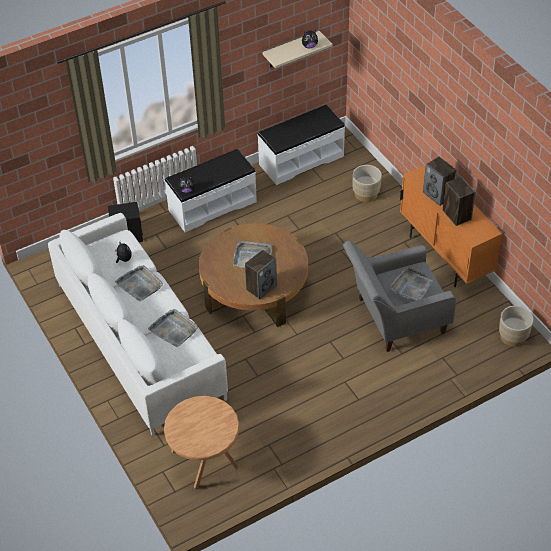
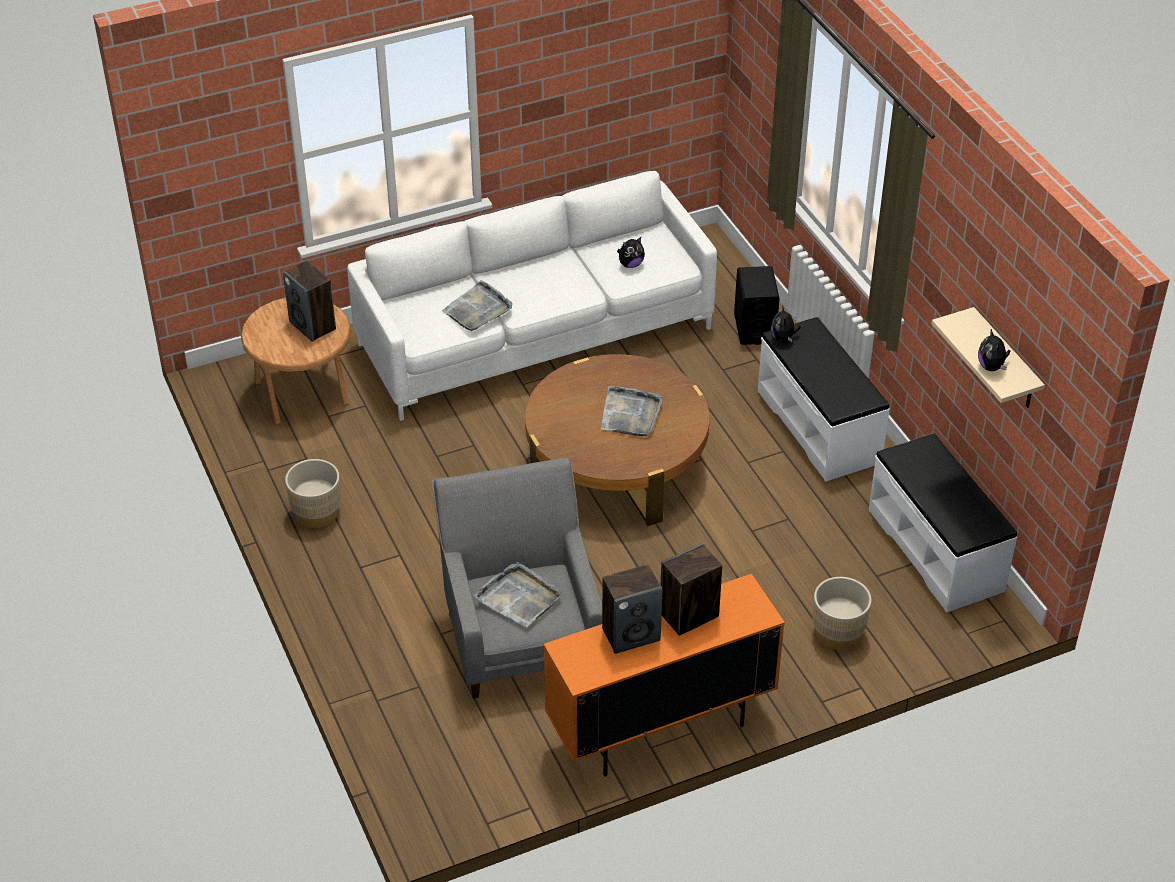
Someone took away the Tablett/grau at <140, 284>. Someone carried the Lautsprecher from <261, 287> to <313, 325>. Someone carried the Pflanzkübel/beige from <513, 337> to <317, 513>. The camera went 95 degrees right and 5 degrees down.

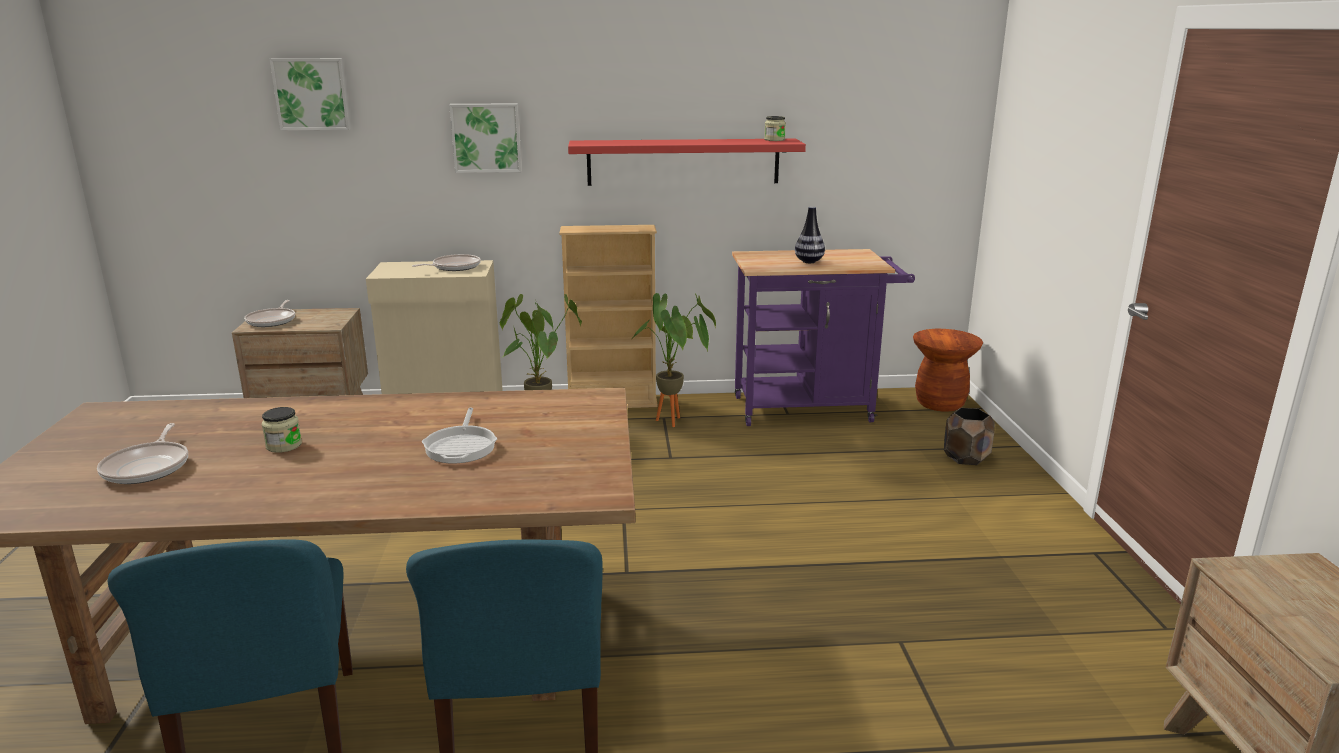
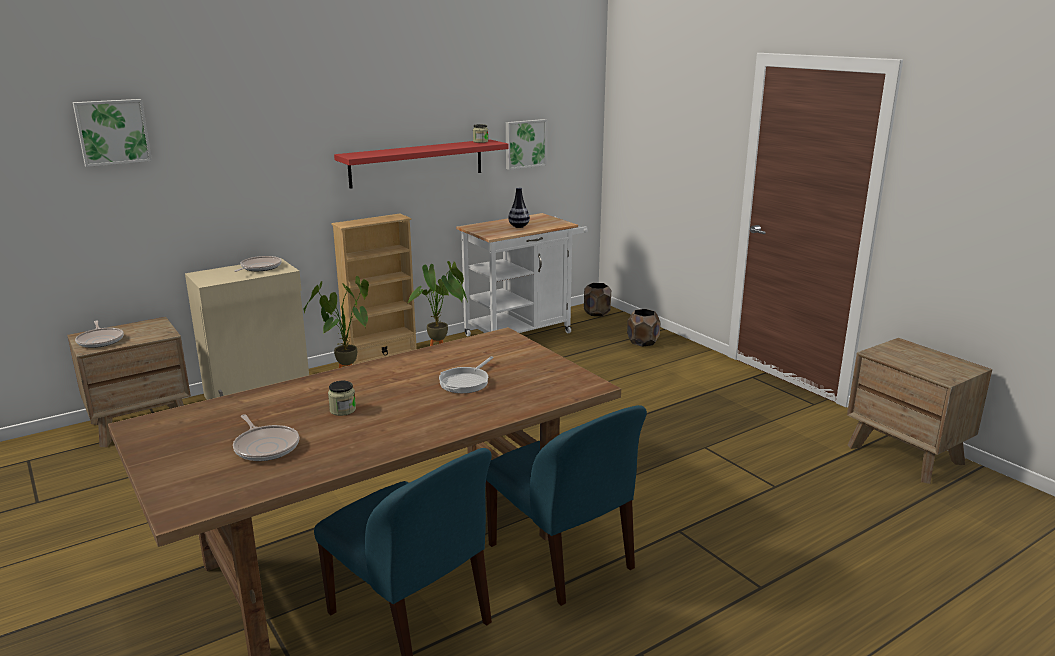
Someone rotated the Pfanne at <461, 446> by 60 degrees clockwise. Someone carried the Bild from <486, 137> to <524, 143>. Someone repainted the Rollwagen/lila at <811, 408>, which became the Rollwagen/weiß at <523, 332>. Someone swapped the Hocker/braun at <940, 403> for the Pflanzkübel/braun at <597, 313>. The camera went 30 degrees left and 0 degrees up.

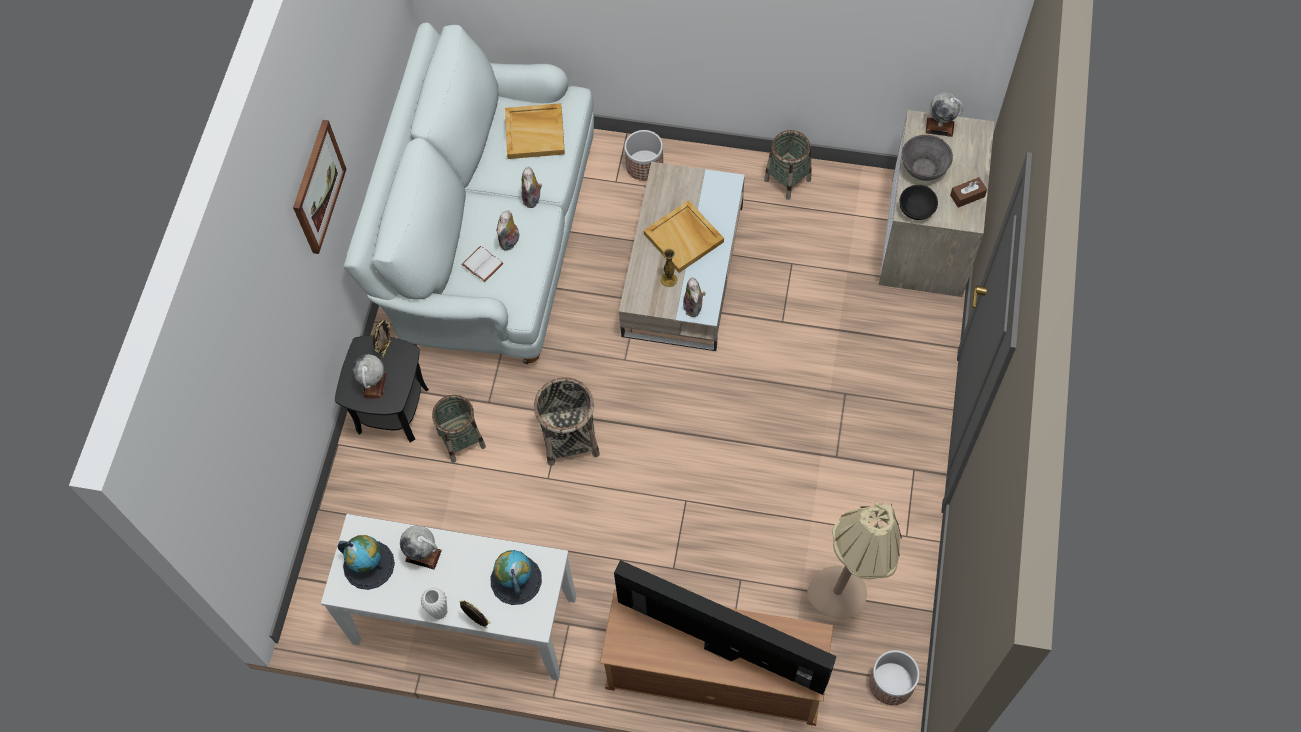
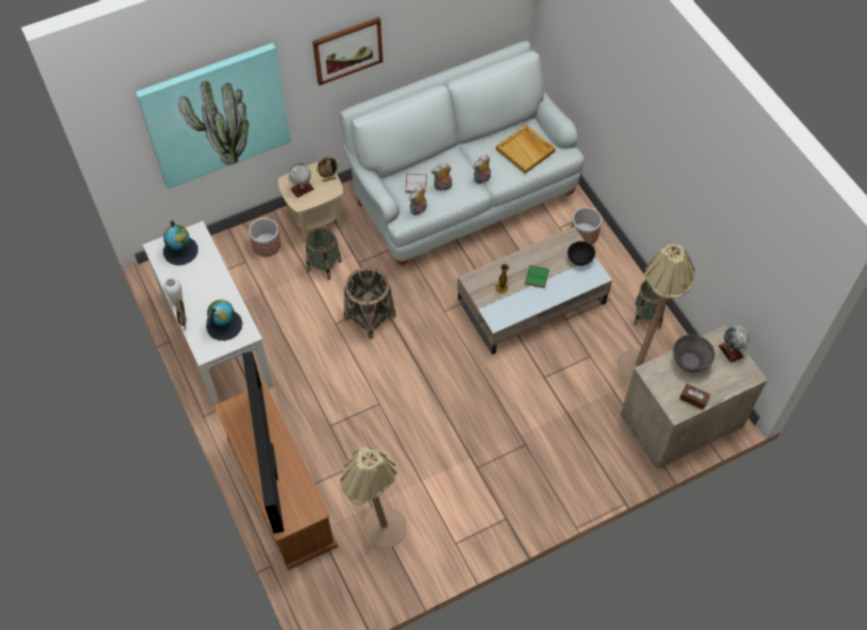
Someone repainted the Beistelltisch/schwarz at <392, 409>, which became the Beistelltisch/beige at <315, 220>. Someone took away the Globus at <423, 555>. Someone swapped the Tablett/beige at <684, 238> for the Buch/grün at <537, 277>. Someone carried the Plüschtier from <694, 307> to <418, 210>. Someone carried the Pflanzkübel from <891, 683> to <266, 245>. Someone carried the Schüssel/schwarz from <916, 209> to <580, 258>. Someone put up the Bild at <216, 115>. Someone put down the Stehlampe/beige at <642, 361>. The camera went 50 degrees right and 5 degrees down.

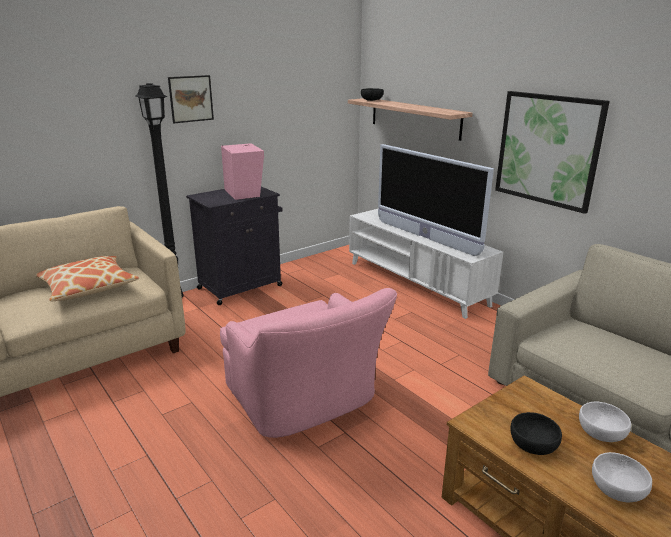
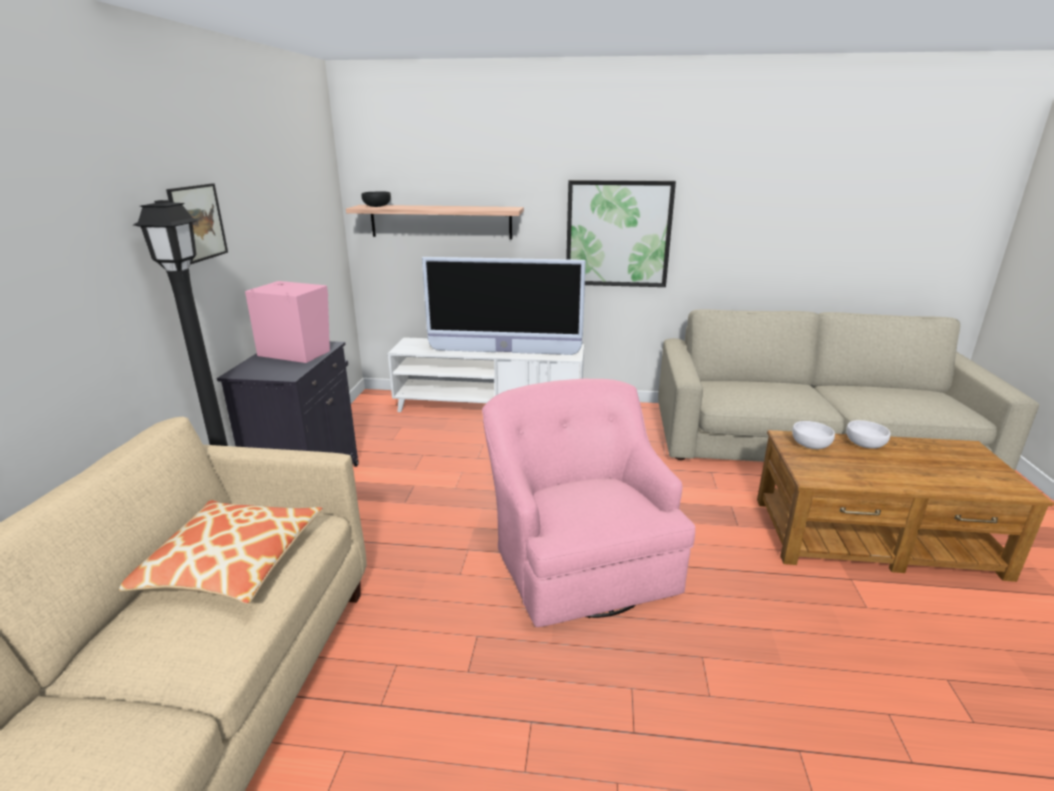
Someone rotated the Sessel/rosa at <306, 401> by 120 degrees counterclockwise. Someone took away the Schüssel/schwarz at <532, 445>. Someone carried the Schüssel/weiß from <616, 490> to <810, 445>. The camera went 45 degrees left and 0 degrees up.

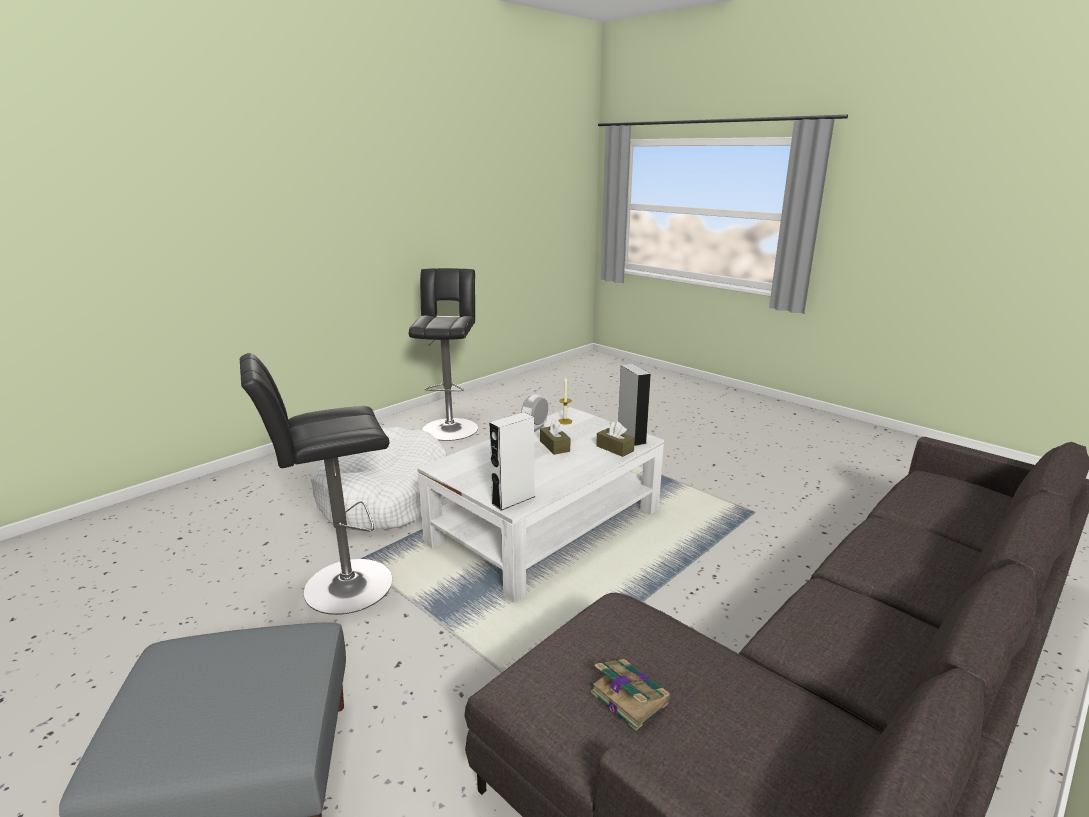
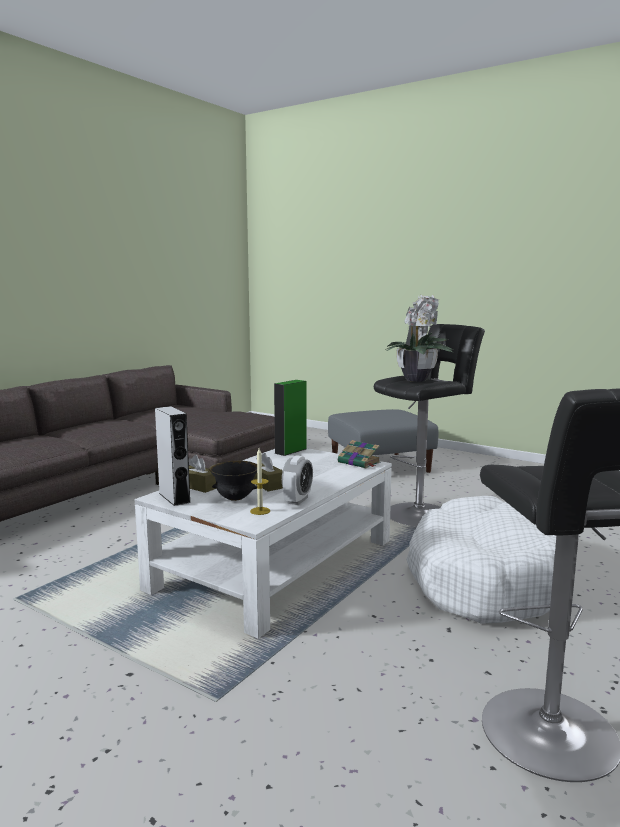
Someone repainted the Lautsprecher/weiß at <513, 500>, which became the Lautsprecher/grün at <290, 451>. Someone carried the Buch from <628, 696> to <359, 462>. Someone put down the Schüssel/schwarz at <235, 499>. Someone put down the Topfpflanze at <417, 380>. The camera went 170 degrees right and 10 degrees down.

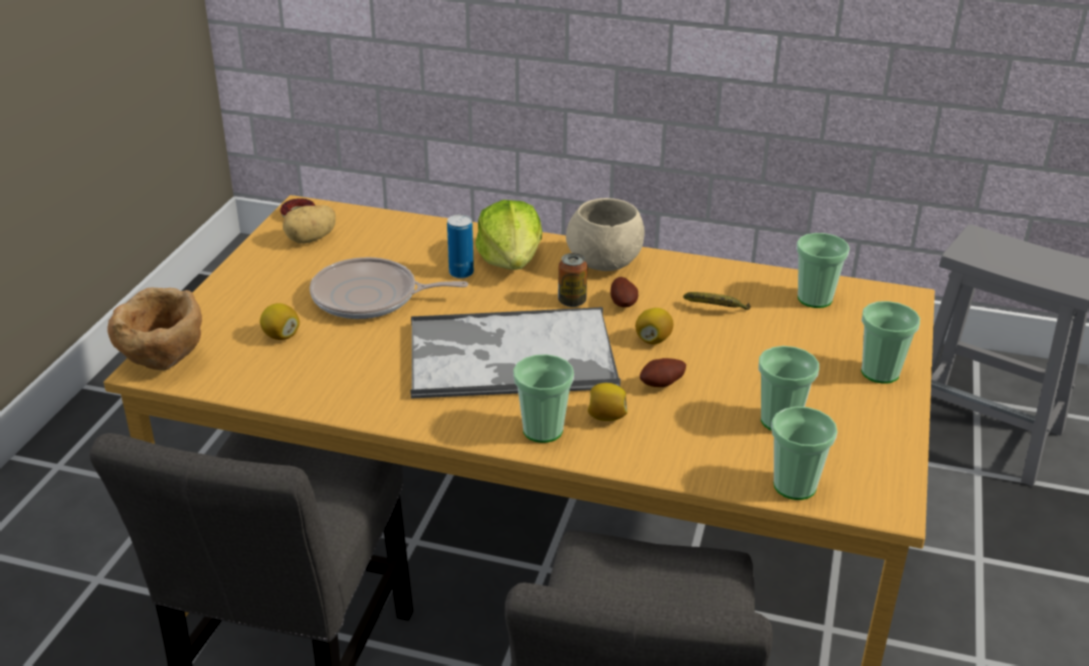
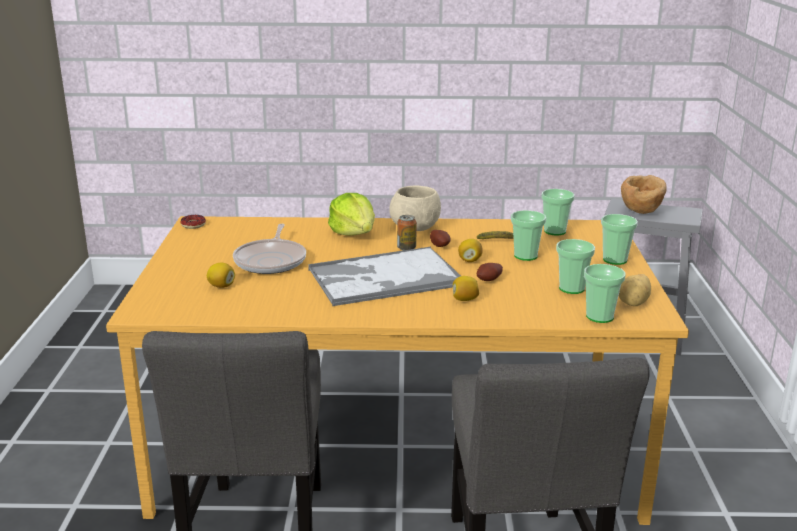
Someone carried the Schüssel/braun from <165, 362> to <641, 212>. Someone carried the Kartoffel from <311, 239> to <634, 303>. Someone rotated the Pfanne at <370, 297> by 75 degrees counterclockwise. Someone took away the Dose at <461, 273>. Someone carried the Tasse from <542, 430> to <525, 256>. The camera went 15 degrees left and 10 degrees down.

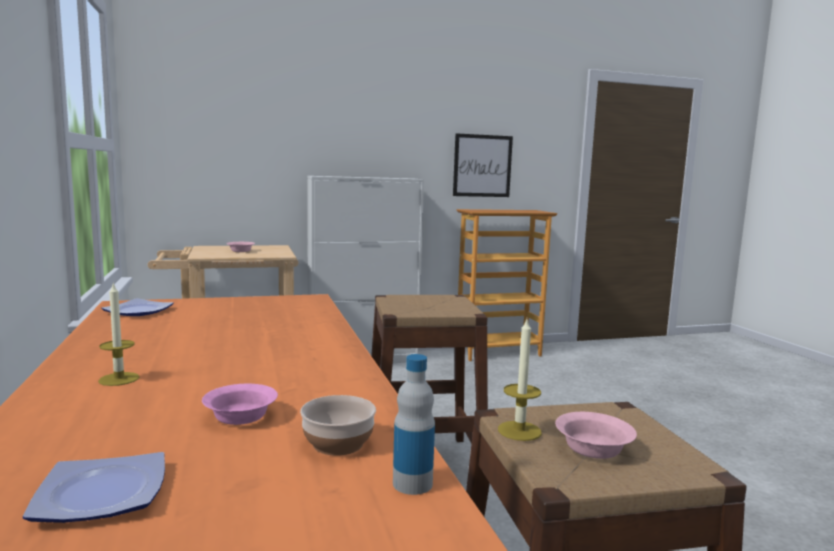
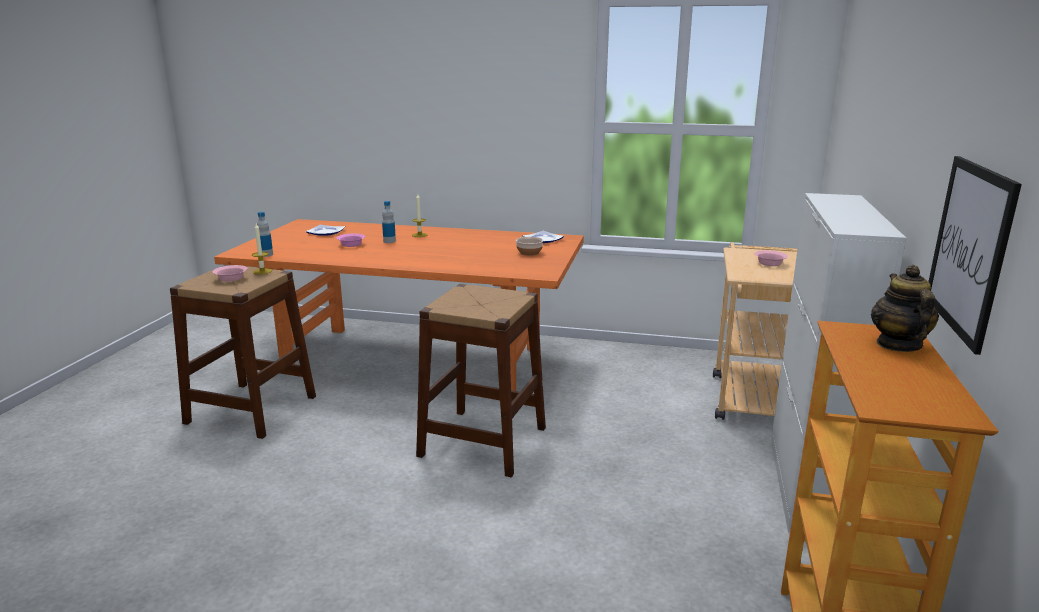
Someone carried the Schüssel from <338, 443> to <529, 253>. Someone put down the Flasche at <389, 241>. Someone put down the Teekanne at <898, 345>. The camera went 120 degrees right and 10 degrees up.

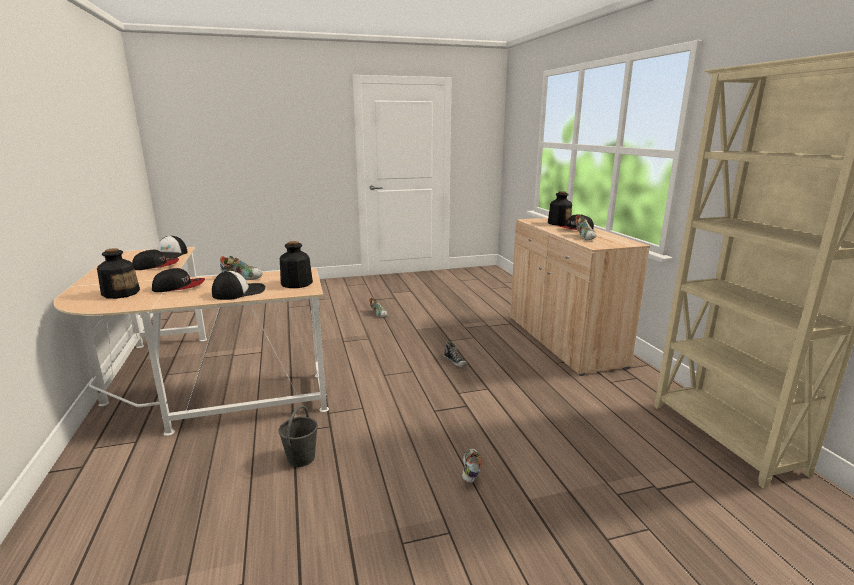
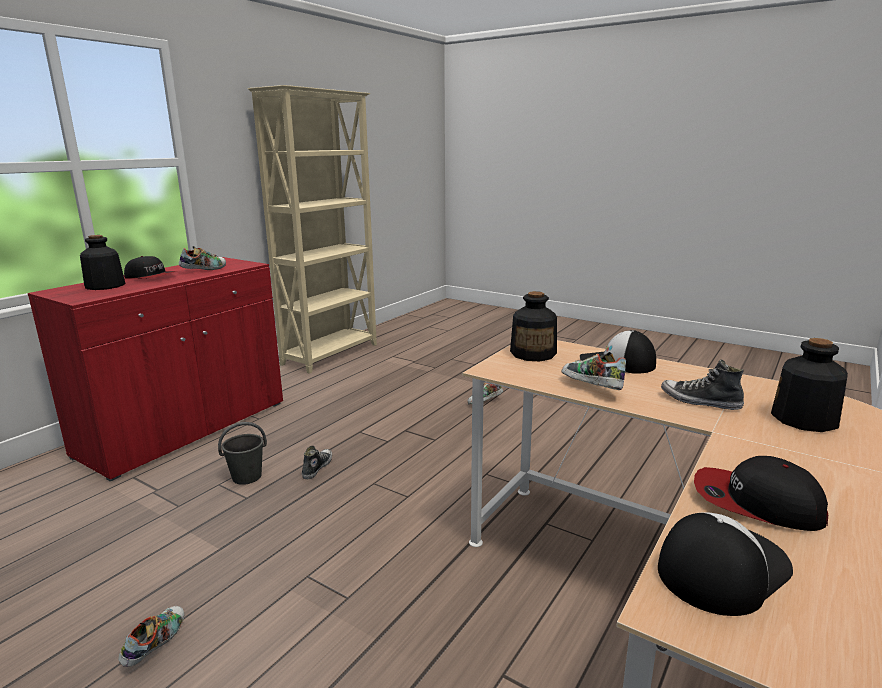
Someone swapped the Kappe at <179, 287> for the Schuh at <700, 401>. Someone carried the Eimer/grau from <301, 458> to <246, 477>. Someone repainted the Schrank/beige at <563, 341>, which became the Schrank/rot at <186, 429>. The camera went 130 degrees left and 0 degrees up.

